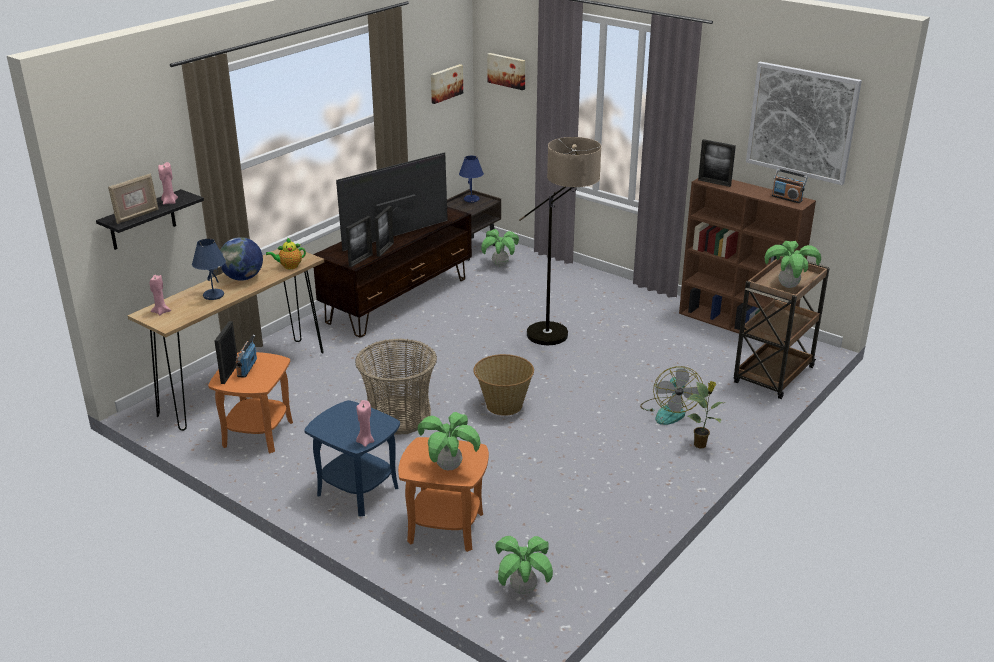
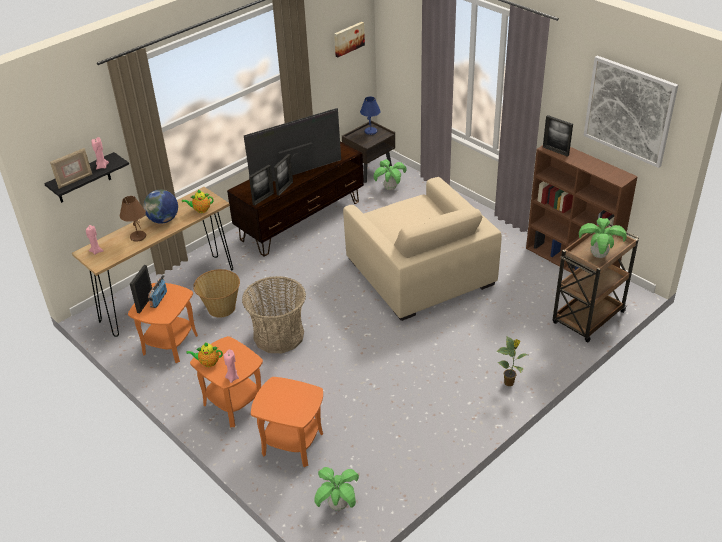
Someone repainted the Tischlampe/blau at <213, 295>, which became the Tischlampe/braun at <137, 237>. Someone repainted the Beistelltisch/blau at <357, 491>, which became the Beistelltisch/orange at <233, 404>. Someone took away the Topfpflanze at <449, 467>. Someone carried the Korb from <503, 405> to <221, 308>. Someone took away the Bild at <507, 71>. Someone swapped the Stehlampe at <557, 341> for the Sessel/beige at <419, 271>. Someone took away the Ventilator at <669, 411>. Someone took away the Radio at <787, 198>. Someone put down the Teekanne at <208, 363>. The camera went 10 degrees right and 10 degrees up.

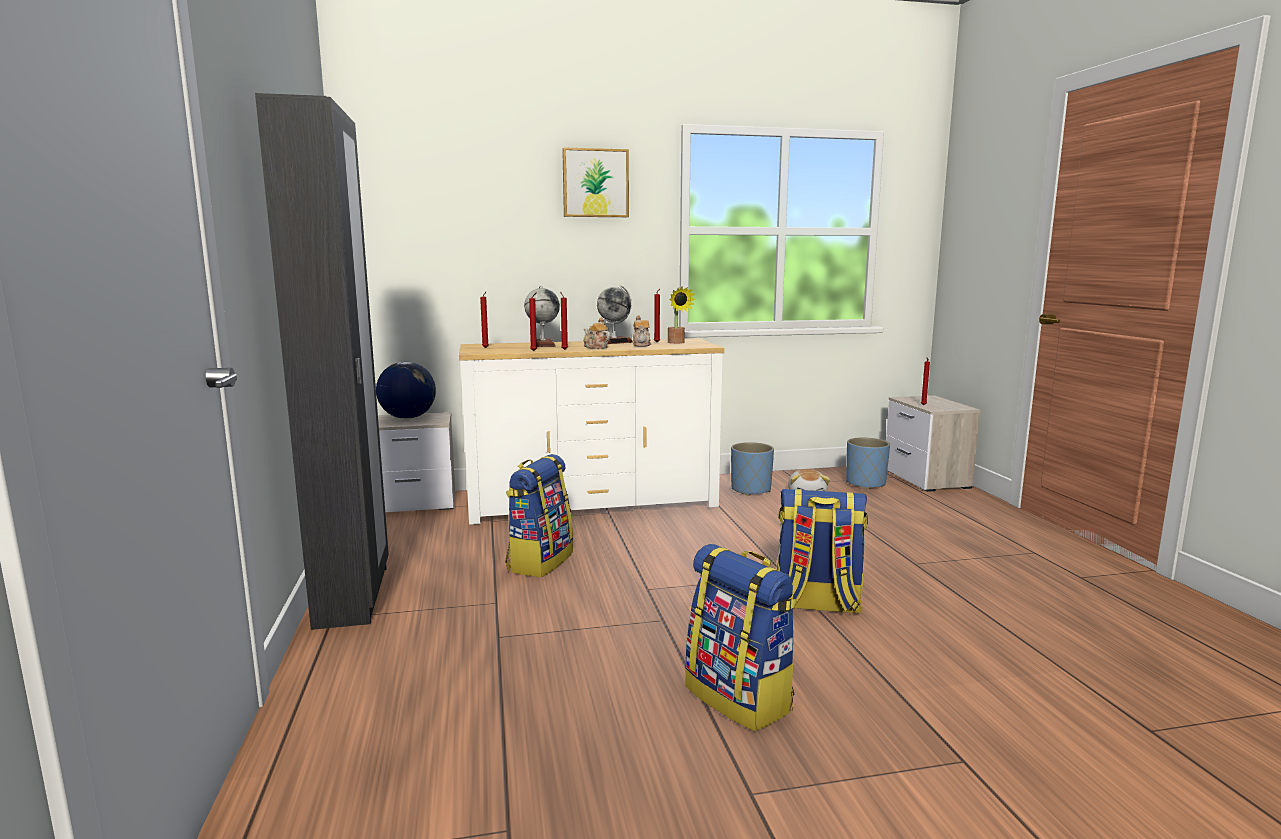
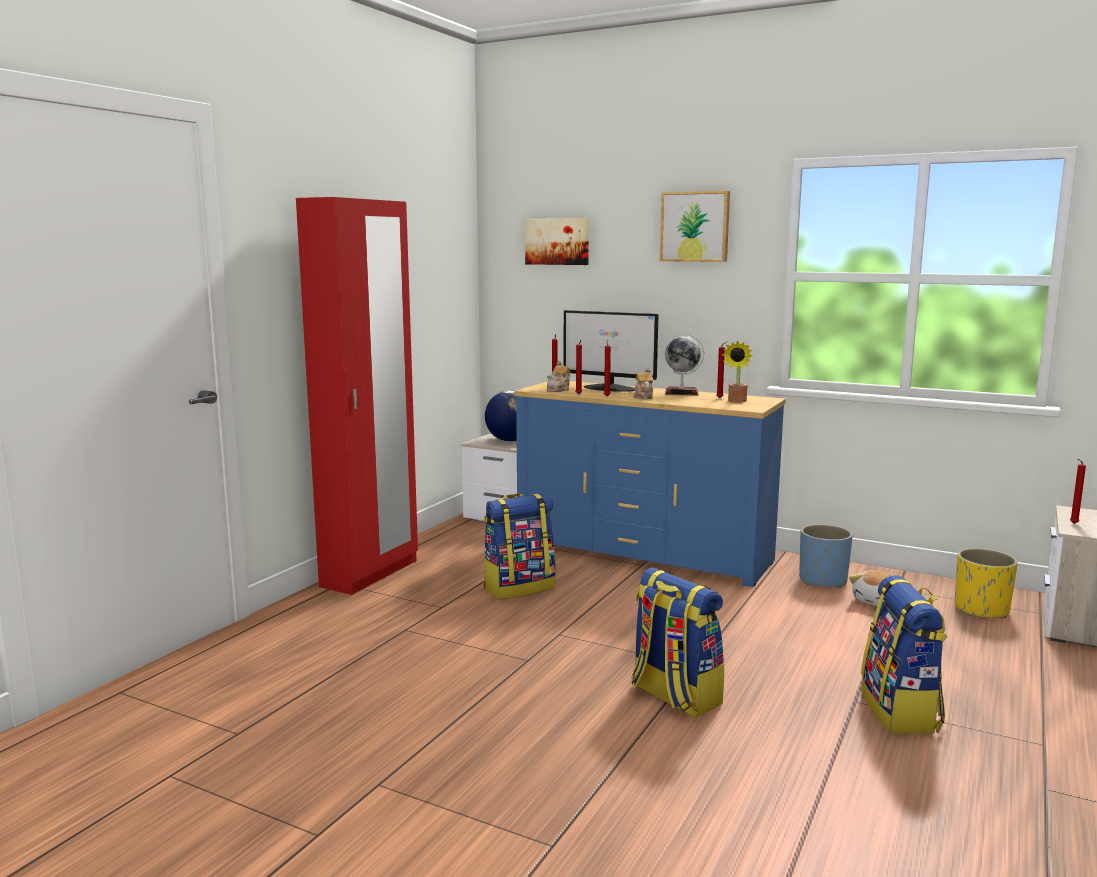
Someone repainted the Kleiderschrank/schwarz at <354, 596>, which became the Kleiderschrank/rot at <370, 574>. Someone repainted the Kommode/weiß at <592, 503>, which became the Kommode/blau at <643, 553>. Someone swapped the Globus at <543, 344> for the Monitor at <610, 388>. Someone carried the Teekanne from <641, 345> to <559, 390>. Someone carried the Rucksack from <740, 698> to <901, 712>. Someone repainted the Pflanzkübel/blau at <865, 483>, which became the Pflanzkübel/gelb at <981, 610>. Someone put up the Bild at <557, 241>. The camera went 40 degrees right and 0 degrees up.

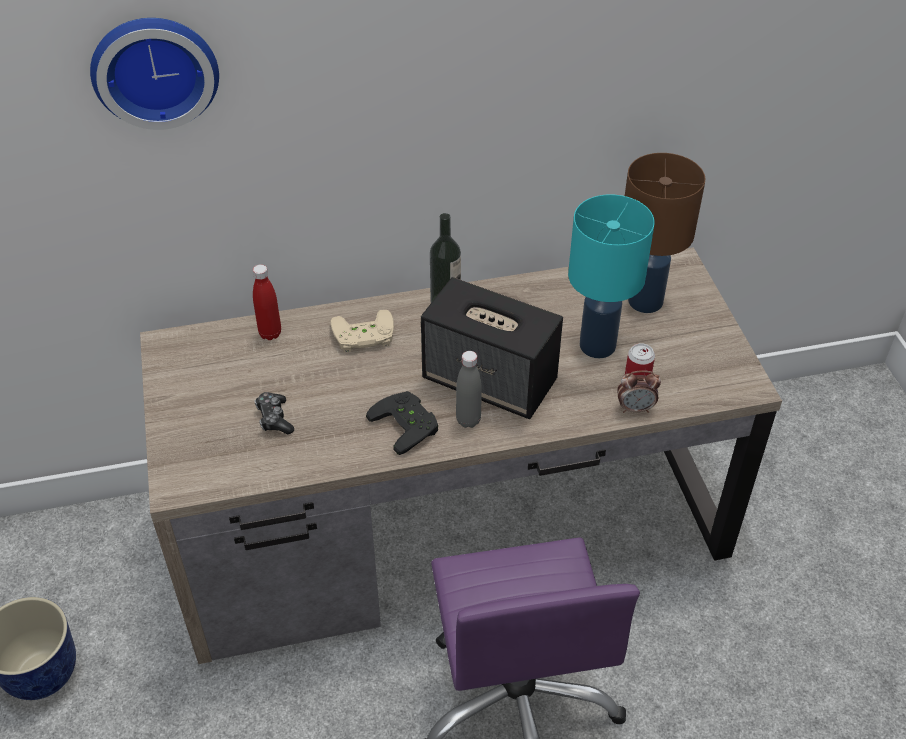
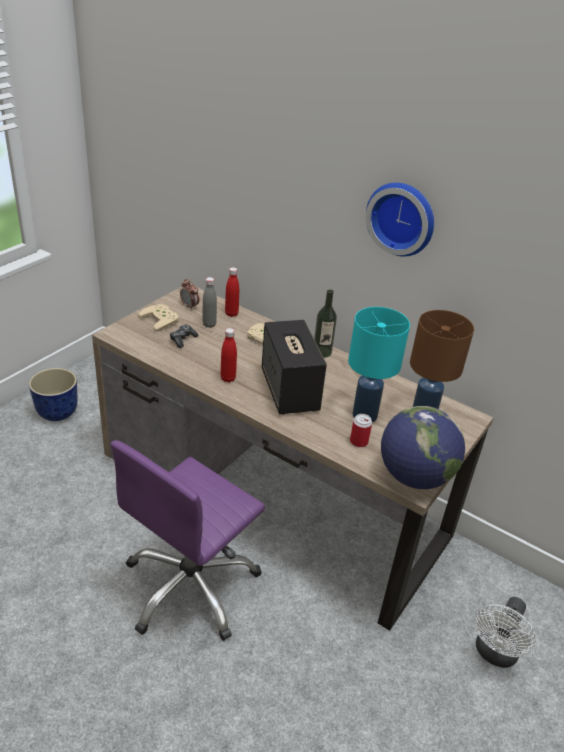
Someone carried the Wanduhr from <155, 69> to <402, 218>. Someone swapped the Gamepad/schwarz at <408, 424> for the Flasche/rot at <228, 378>. Someone carried the Flasche/grau from <468, 420> to <209, 324>. Someone carried the Wecker from <635, 408> to <189, 306>. Someone put down the Gamepad/beige at <162, 319>. Someone put down the Globus at <414, 477>. Someone put down the Ventilator/weiß at <494, 654>. The camera went 45 degrees right and 10 degrees down.

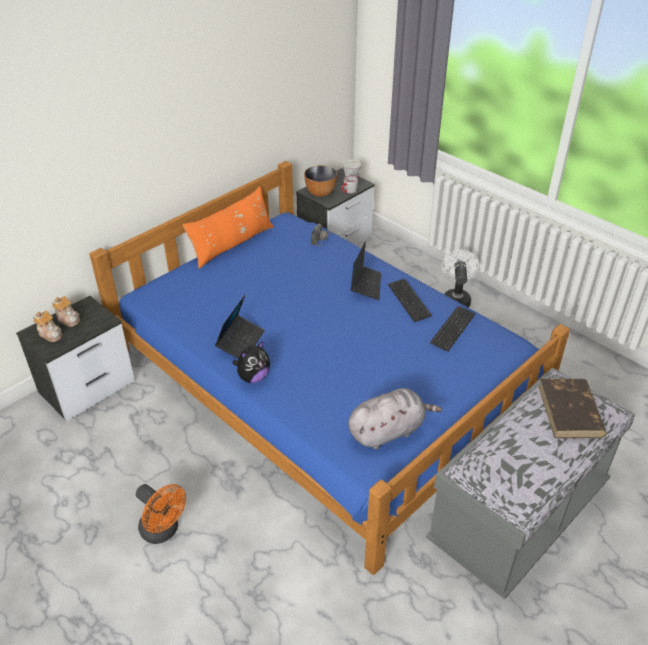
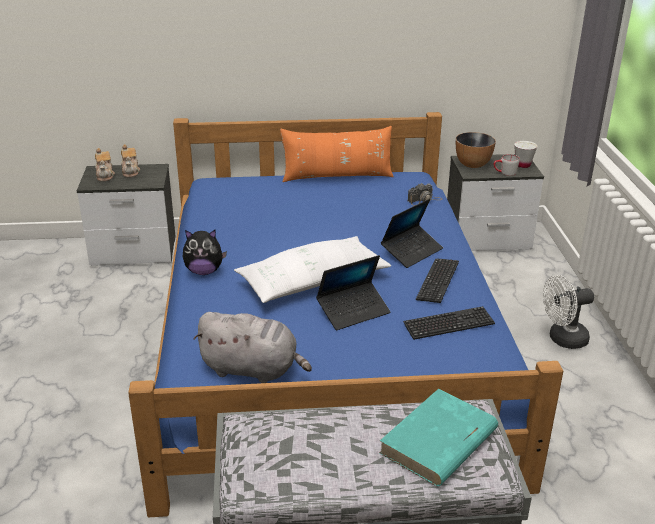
Someone took away the Ventilator/orange at <163, 531>. Someone carried the Laptop from <240, 342> to <353, 311>. Someone rotated the Ventilator/weiß at <456, 299> by 150 degrees counterclockwise. Someone repainted the Buch/braun at <570, 412>, which became the Buch/türkis at <438, 442>. Someone put down the Kissen/weiß at <312, 282>. The camera went 40 degrees right and 10 degrees down.

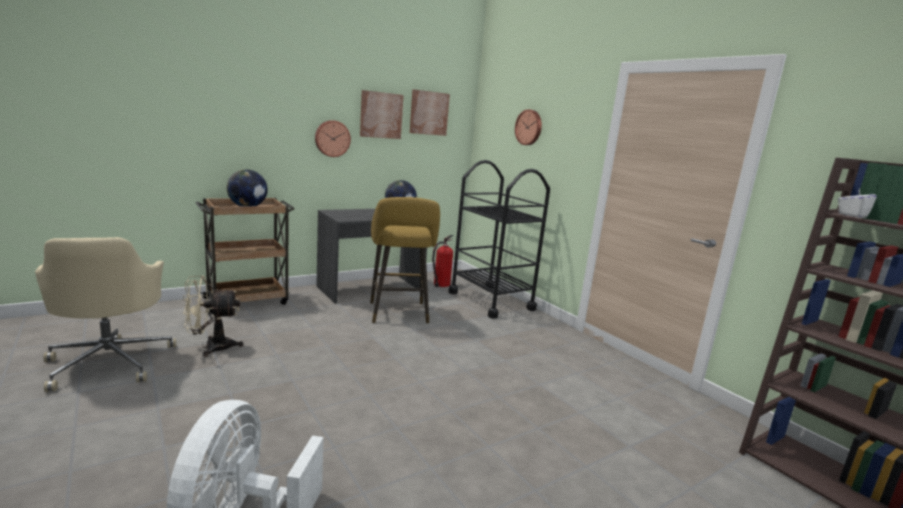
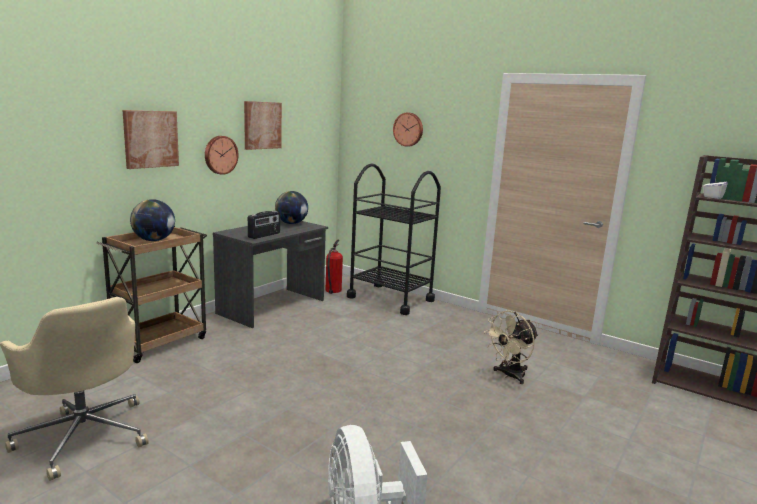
Someone carried the Ventilator/beige from <211, 347> to <509, 376>. Someone took away the Hocker/gelb at <399, 314>. Someone carried the Bild from <429, 113> to <150, 139>. Someone put down the Radio at <264, 235>. The camera went 20 degrees left and 0 degrees up.

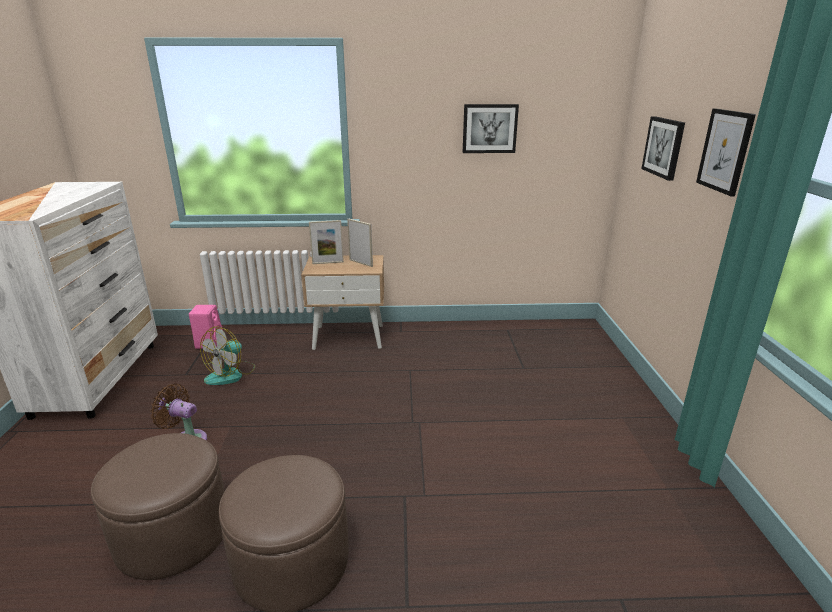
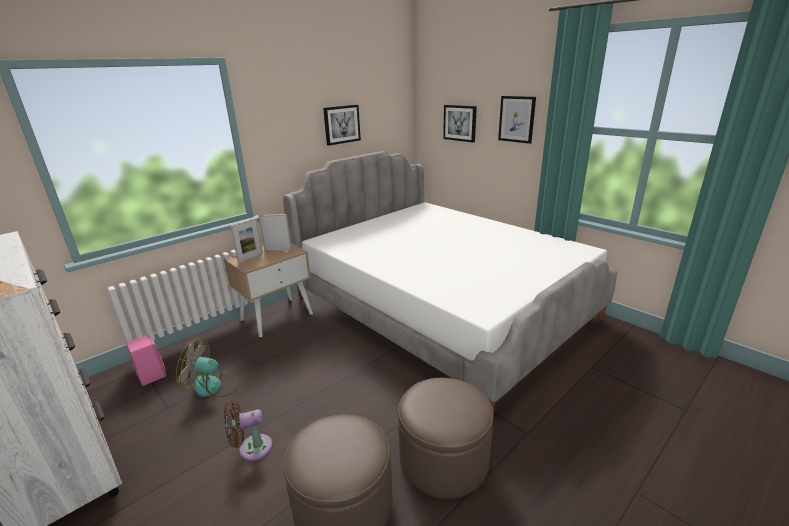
Someone rotated the Ventilator at <231, 374> by 105 degrees clockwise. Someone put down the Bett at <442, 307>. The camera went 40 degrees left and 0 degrees up.

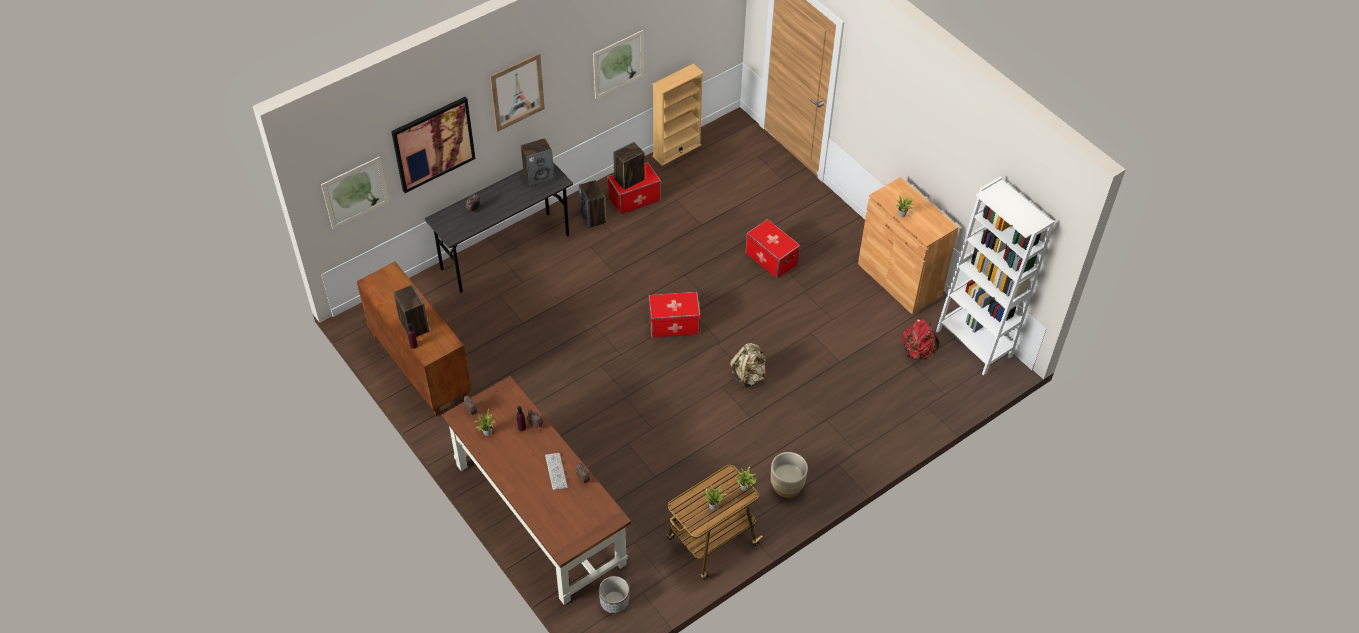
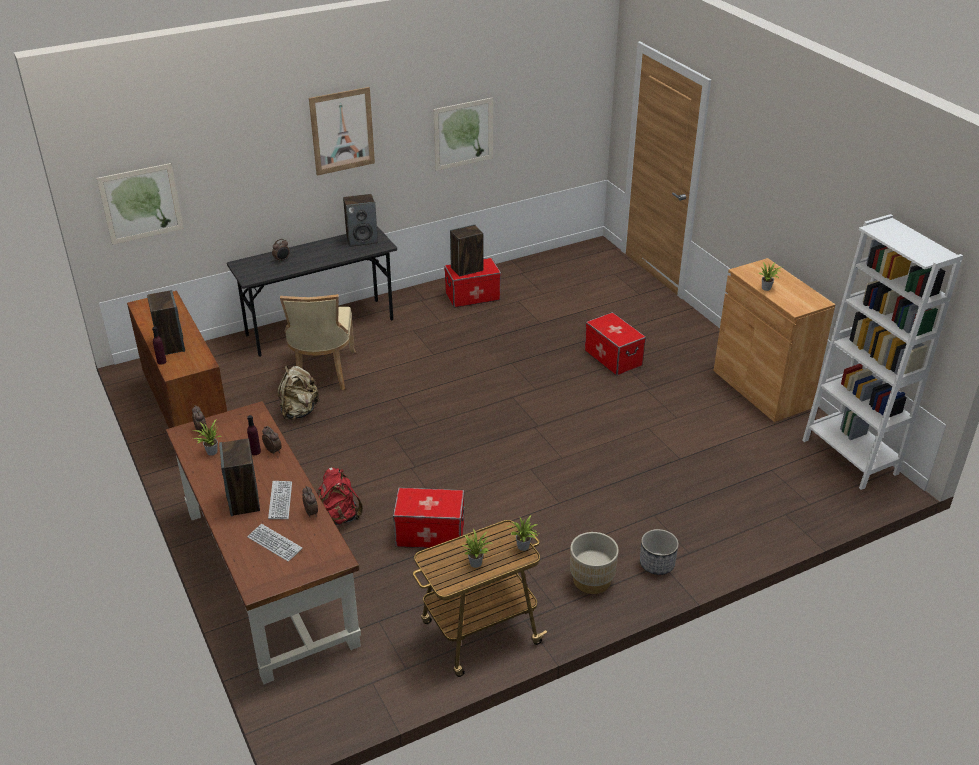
Someone took away the Bild at <433, 144>. Someone carried the Lautsprecher from <593, 217> to <244, 501>. Someone carried the Pflanzkübel from <614, 601> to <657, 564>. Someone carried the Aufbewahrungsbox from <674, 324> to <430, 533>. Someone took away the Bücherregal/beige at <676, 150>. Someone carried the Rucksack/beige from <748, 376> to <299, 411>. Someone carried the Rucksack/rot from <917, 351> to <338, 517>. Someone put down the Tastatur at <274, 543>. Someone put down the Stuhl/beige at <322, 373>. The camera went 10 degrees right and 15 degrees down.

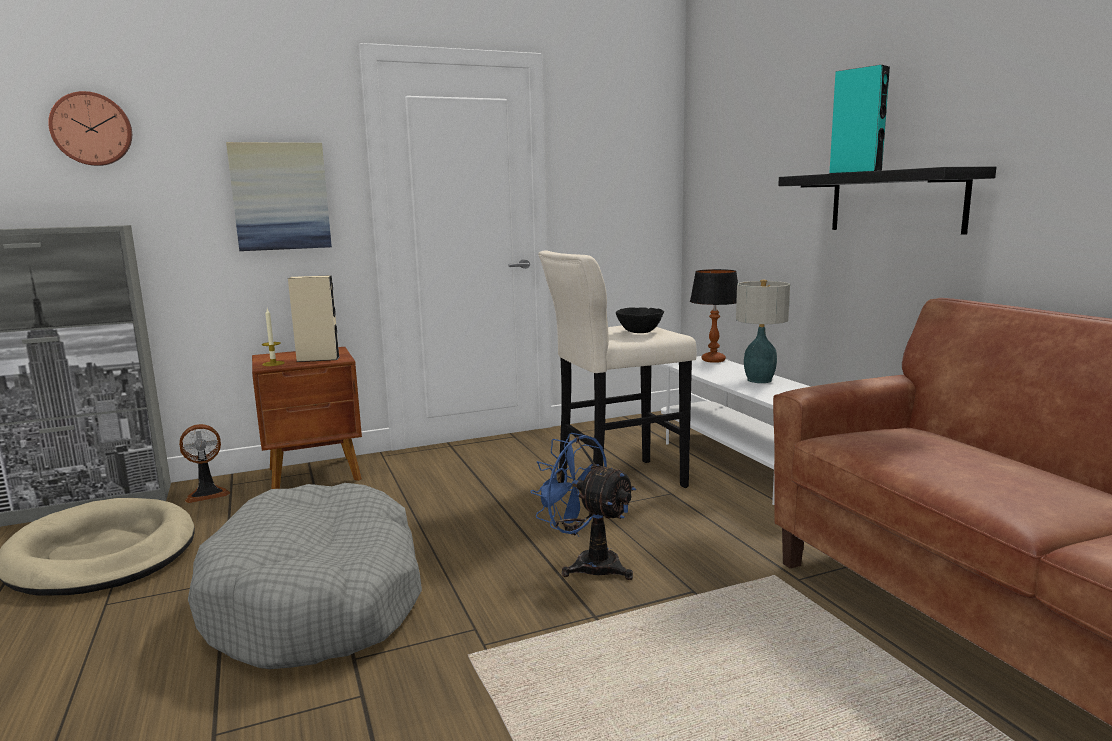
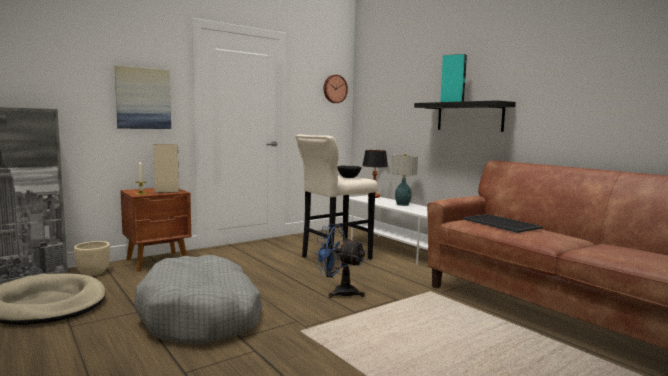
Someone carried the Wanduhr from <92, 129> to <334, 89>. Someone swapped the Ventilator at <207, 494> for the Pflanzkübel/beige at <93, 273>. Someone put down the Tablett at <499, 223>. The camera went 15 degrees left and 5 degrees down.

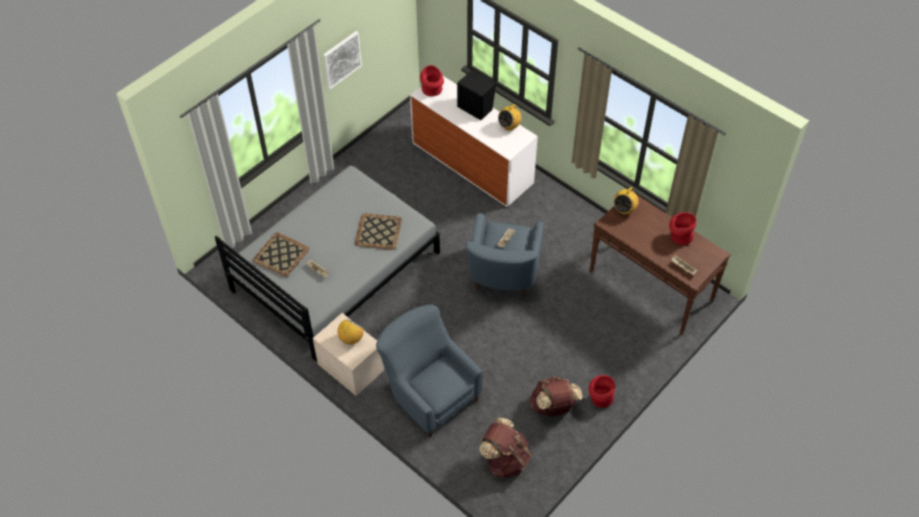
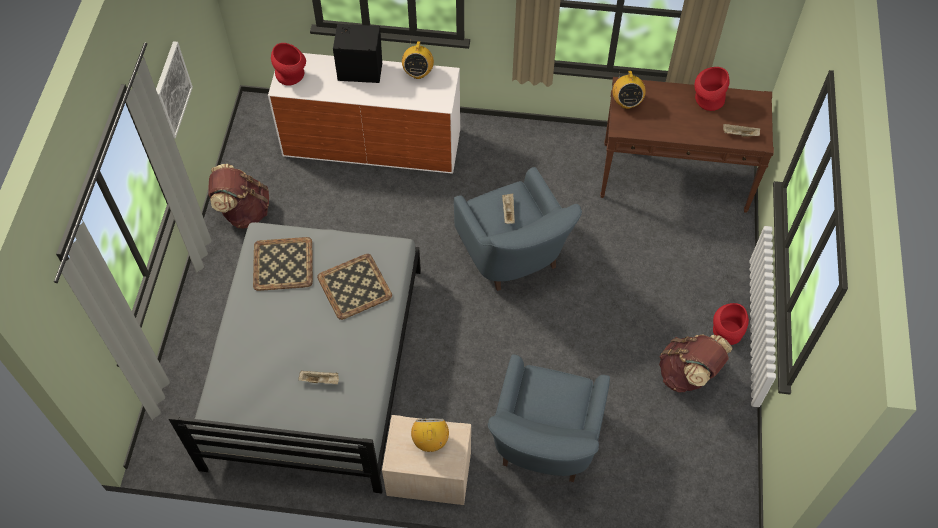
Someone carried the Tablett from <280, 255> to <282, 264>. Someone rotated the Sessel/blau at <429, 393> by 90 degrees counterclockwise. Someone carried the Rucksack/braun from <505, 459> to <244, 211>. The camera went 35 degrees left and 5 degrees up.

